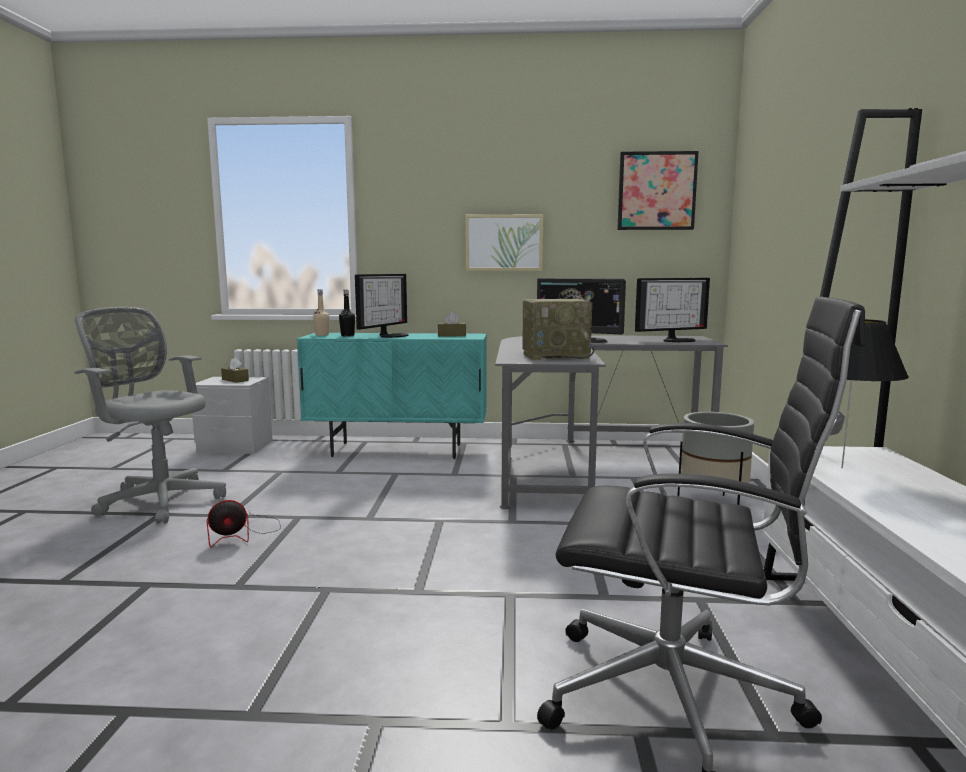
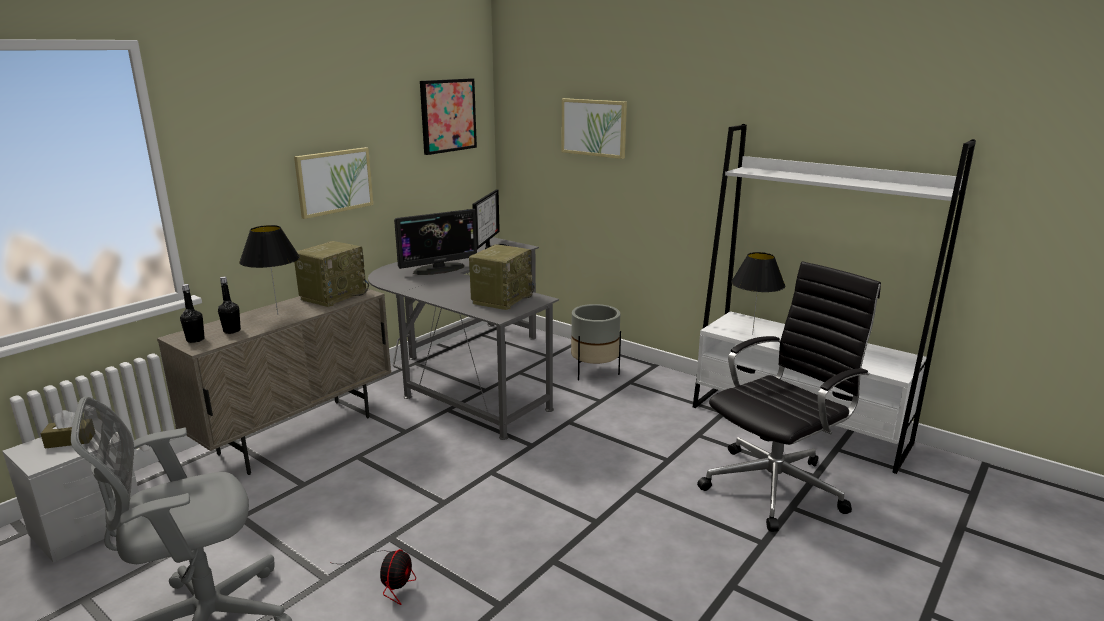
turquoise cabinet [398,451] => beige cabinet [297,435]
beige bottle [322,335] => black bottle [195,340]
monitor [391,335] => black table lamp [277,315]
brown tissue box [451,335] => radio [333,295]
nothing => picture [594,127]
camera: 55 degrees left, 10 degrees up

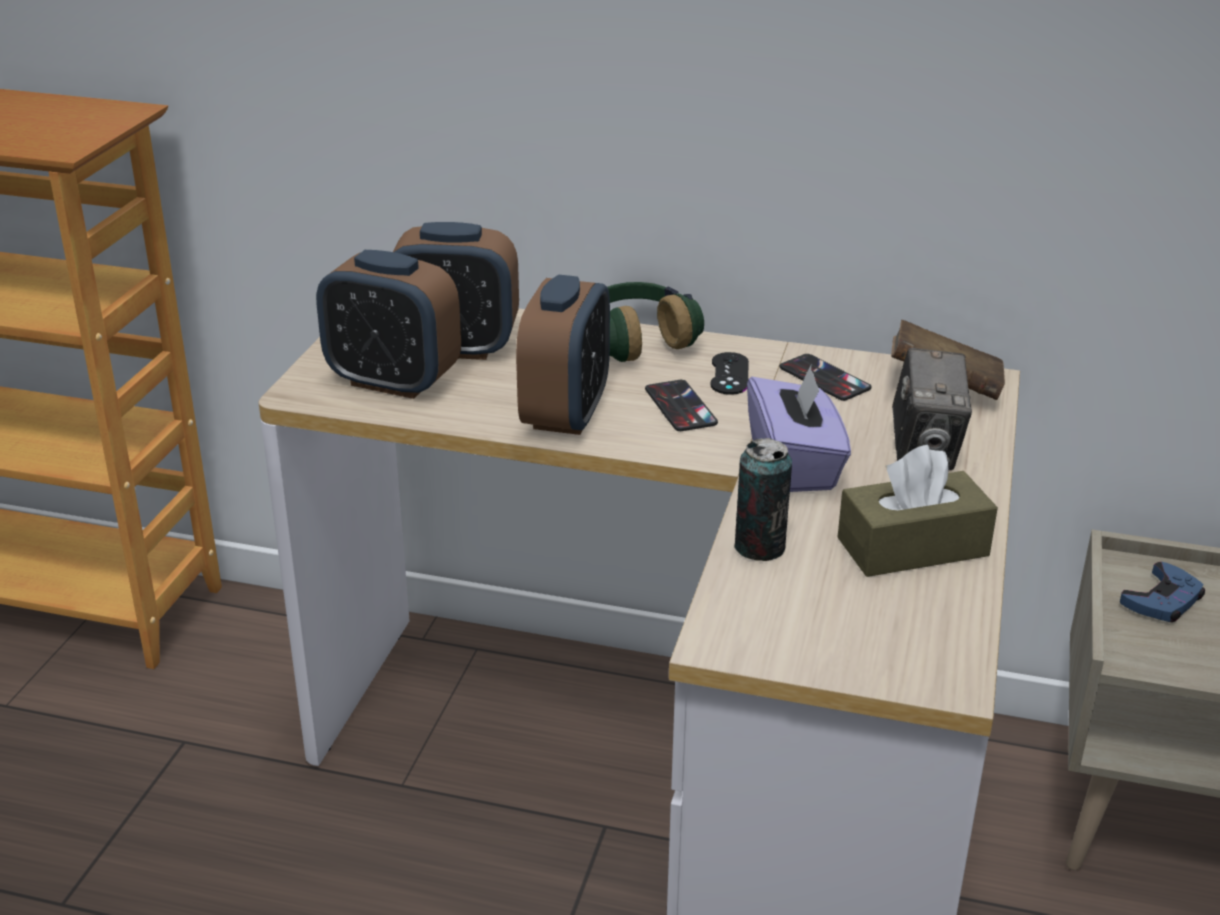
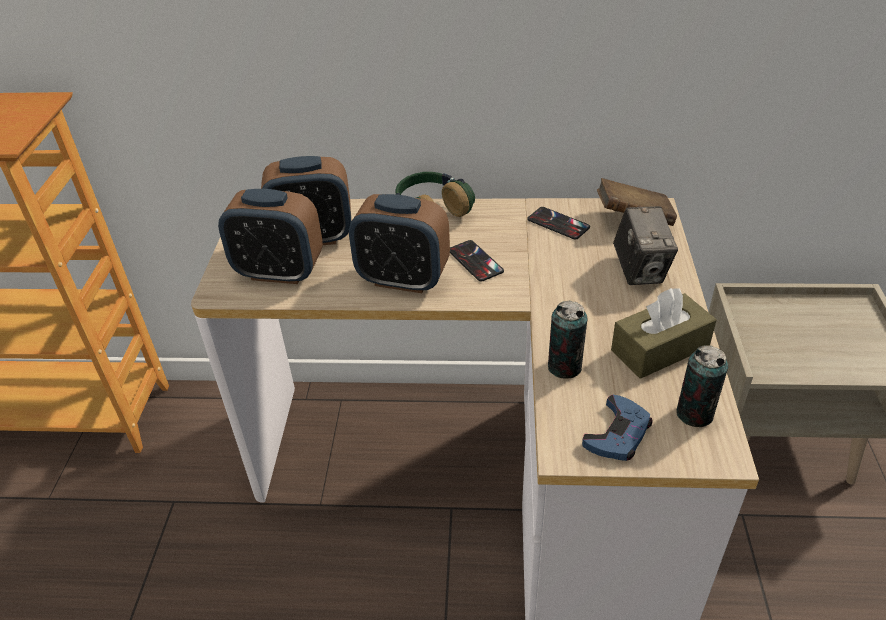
alarm clock [566,414] => alarm clock [403,279], 105 degrees clockwise
blue game controller [1162,600] => blue game controller [618,434], relocated
nothing => can [694,414]
black game controller [729,374] => nothing
purple tissue box [794,465] => nothing
camera: 10 degrees left, 10 degrees up

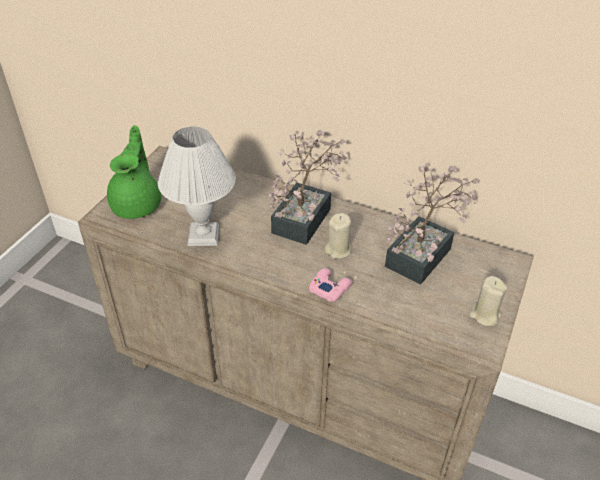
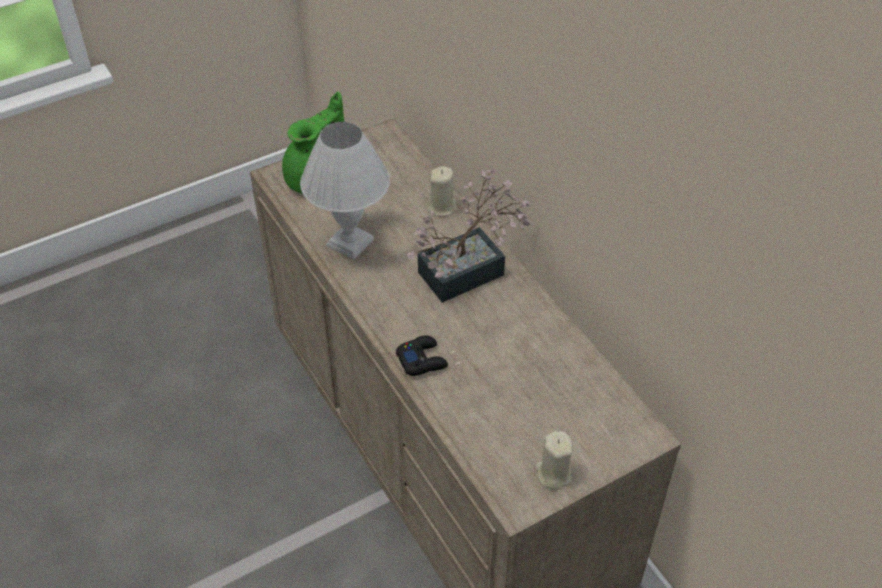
pink game controller [330,288] => black game controller [422,360]
beige candle [338,250] => beige candle [442,207], relocated
potted plant [423,253] => nothing
camera: 35 degrees right, 5 degrees up

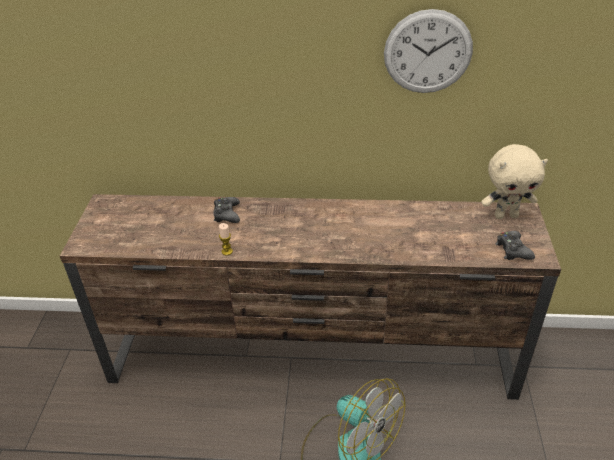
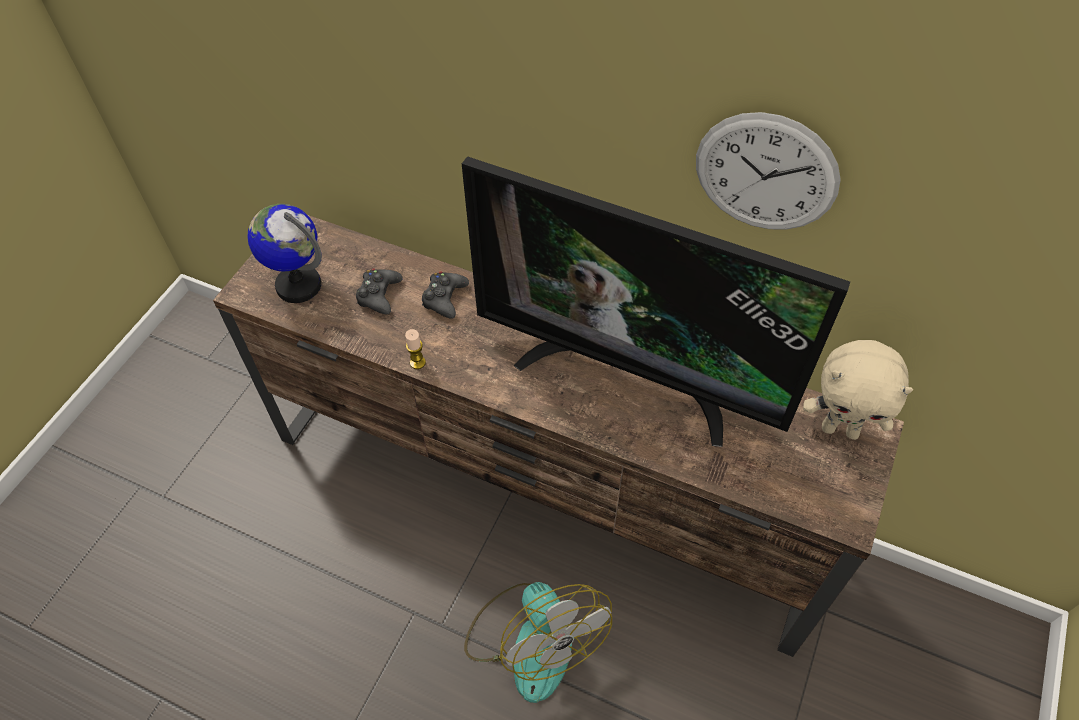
nothing => globe [298,285]
black game controller [513,250] => black game controller [379,295], relocated
nothing => television [630,375]
camera: 20 degrees right, 15 degrees up

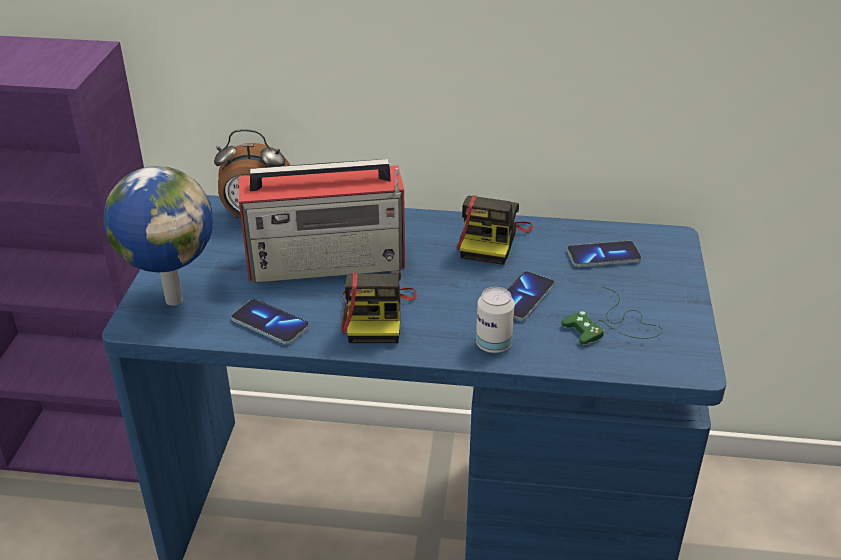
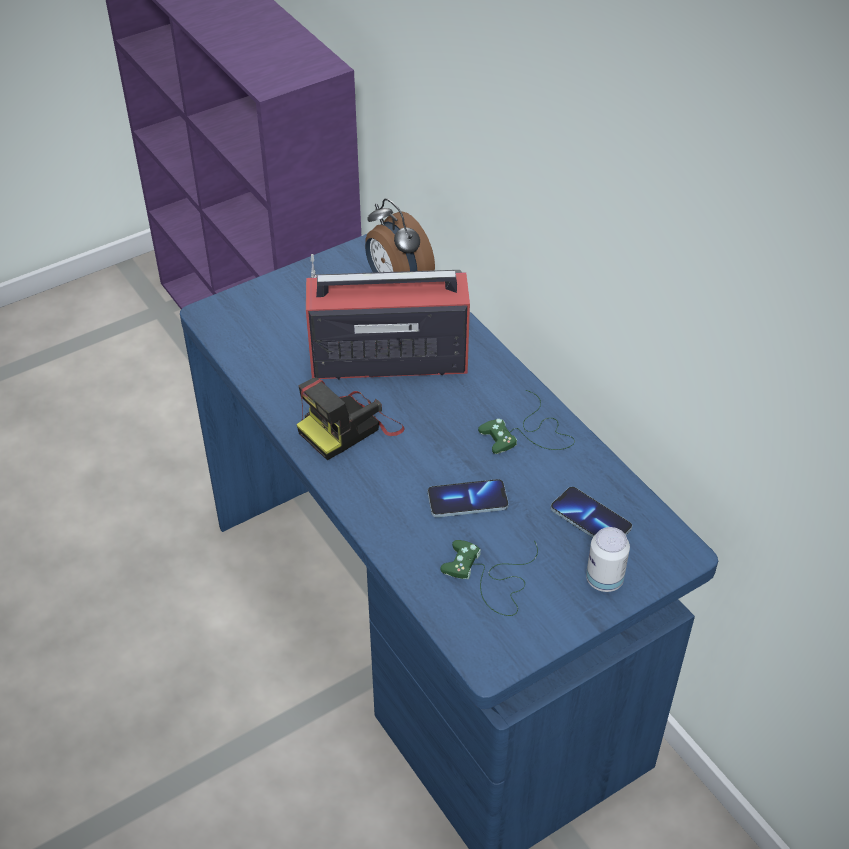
radio [329,262] => radio [386,359], 135 degrees clockwise
photo camera [492,240] => green game controller [529,433]
can [493,345] => can [604,579], relocated
globe [173,299] => nothing
phone [270,324] => nothing
camera: 50 degrees right, 10 degrees up

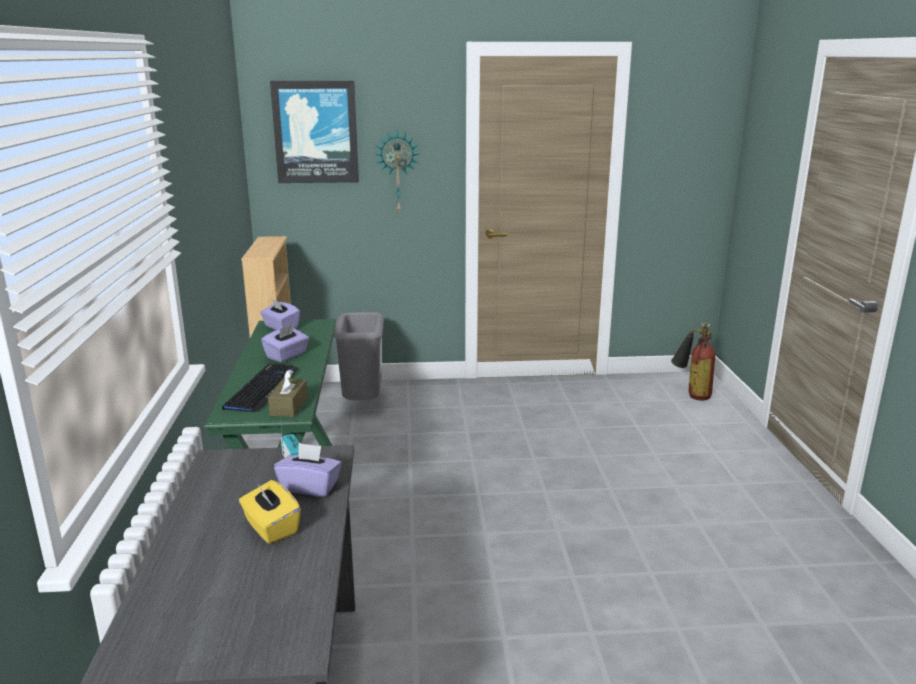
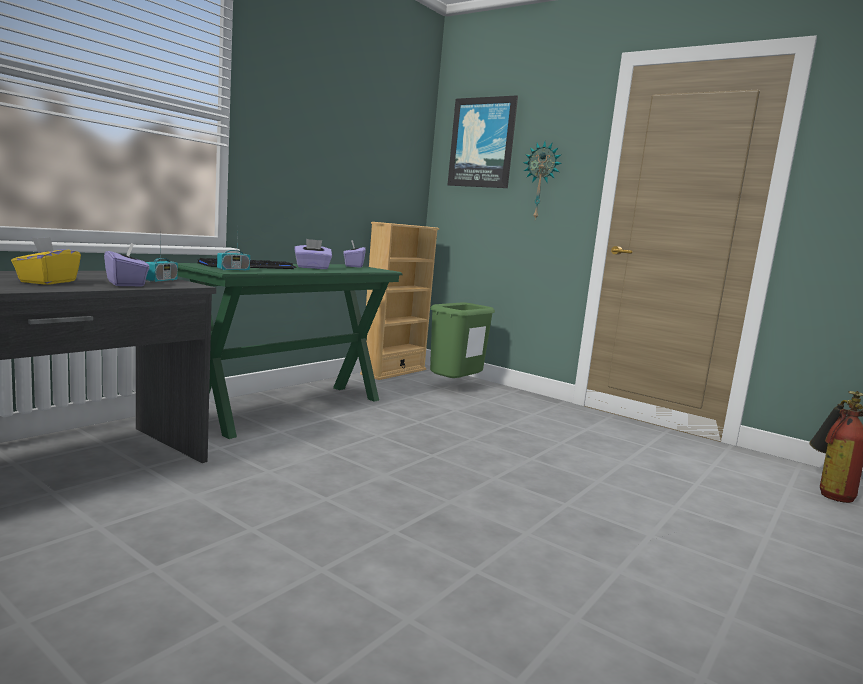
brown tissue box [289,406] => radio [233,270]
grey trash can [363,405] => green trash can [455,388]
camera: 40 degrees right, 10 degrees down

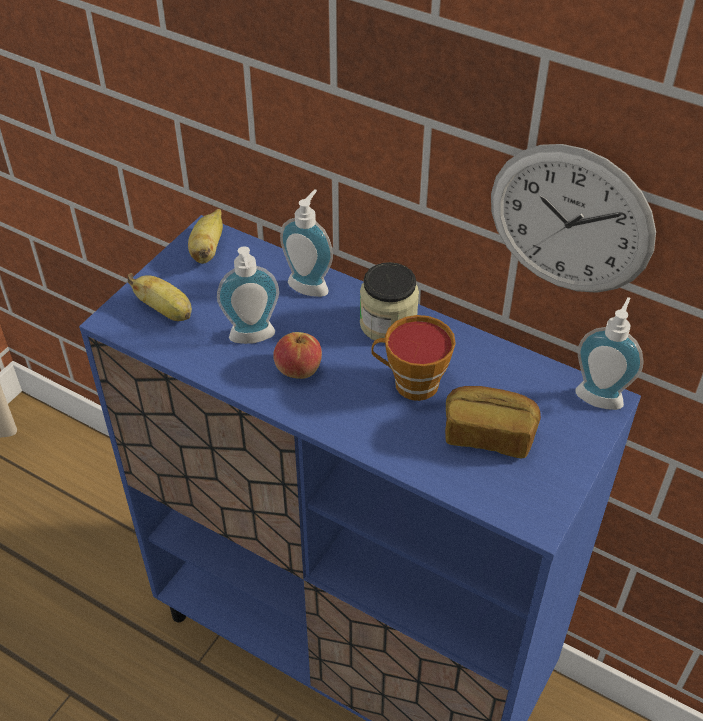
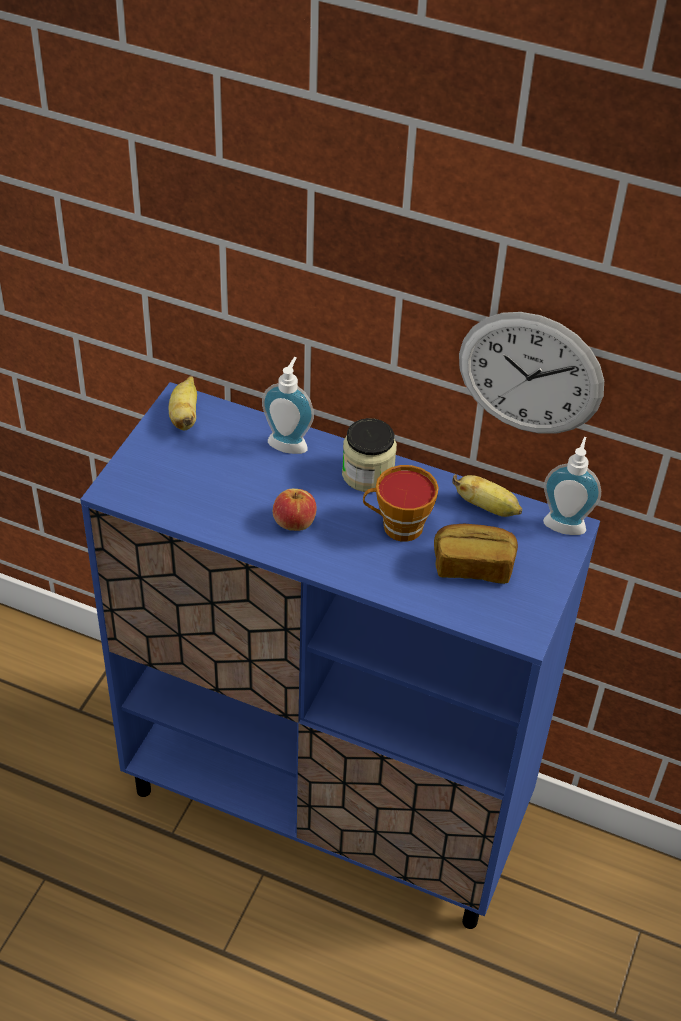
banana [166,311] => banana [487,507], relocated
soap dispenser [253,339] => nothing
camera: 10 degrees left, 0 degrees up

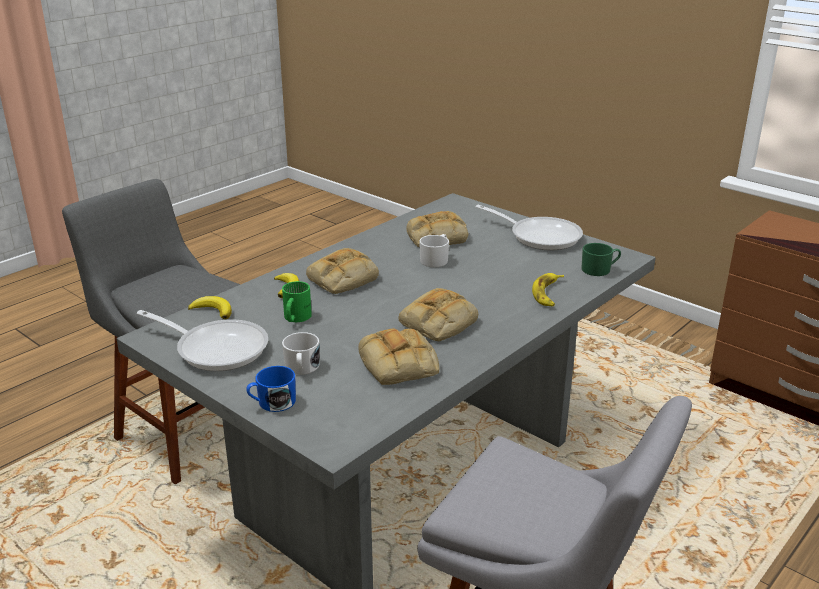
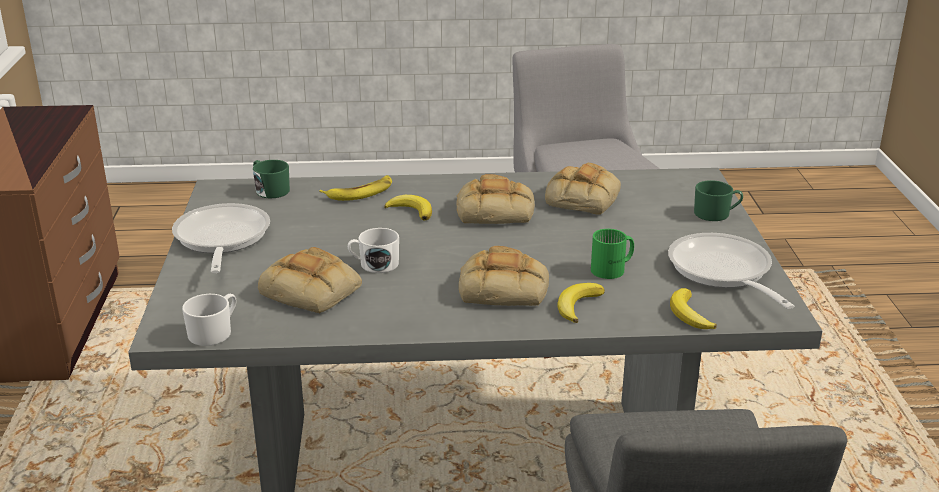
white mug [302,368] => white mug [214,332], relocated
nothing => banana [411,211]
blue mug [272,403] => green mug [716,214]
camera: 135 degrees left, 0 degrees up

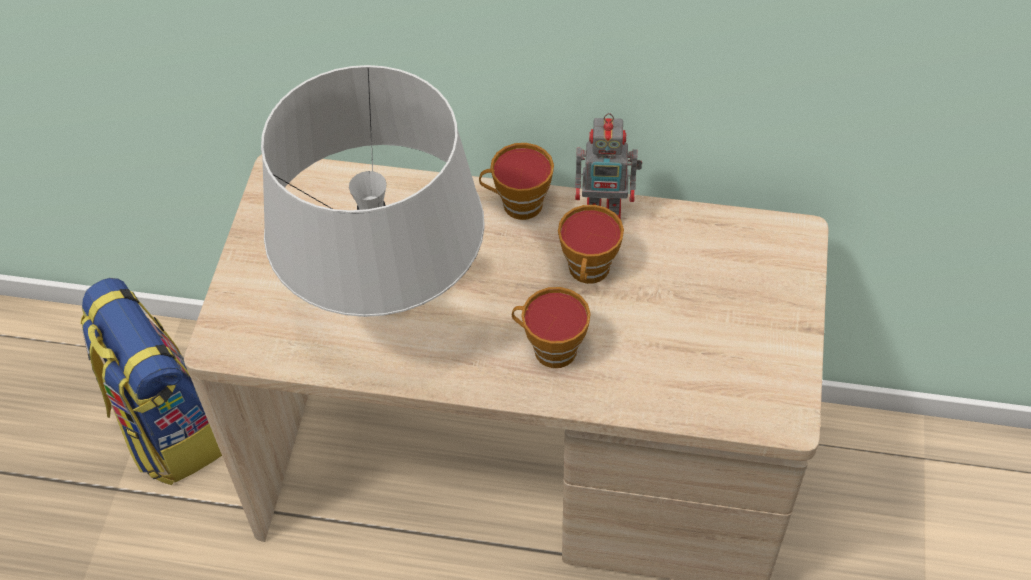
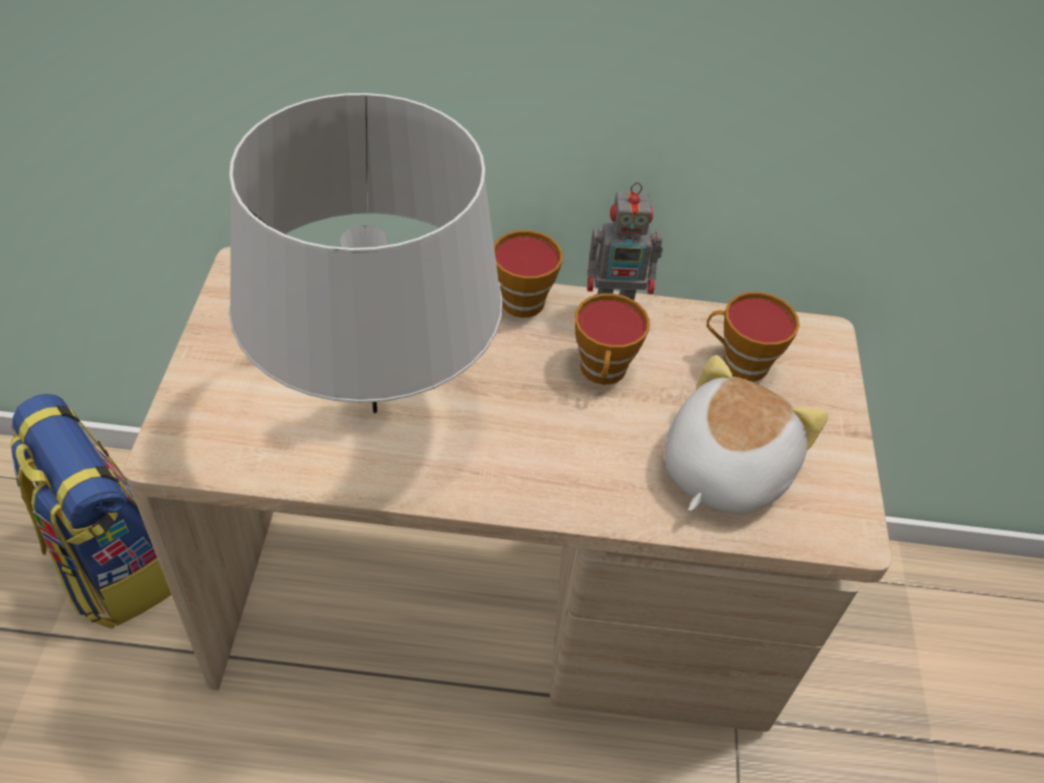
nothing => plush toy [722,469]
cup [549,349] => cup [739,363], relocated
camera: 10 degrees left, 5 degrees down

